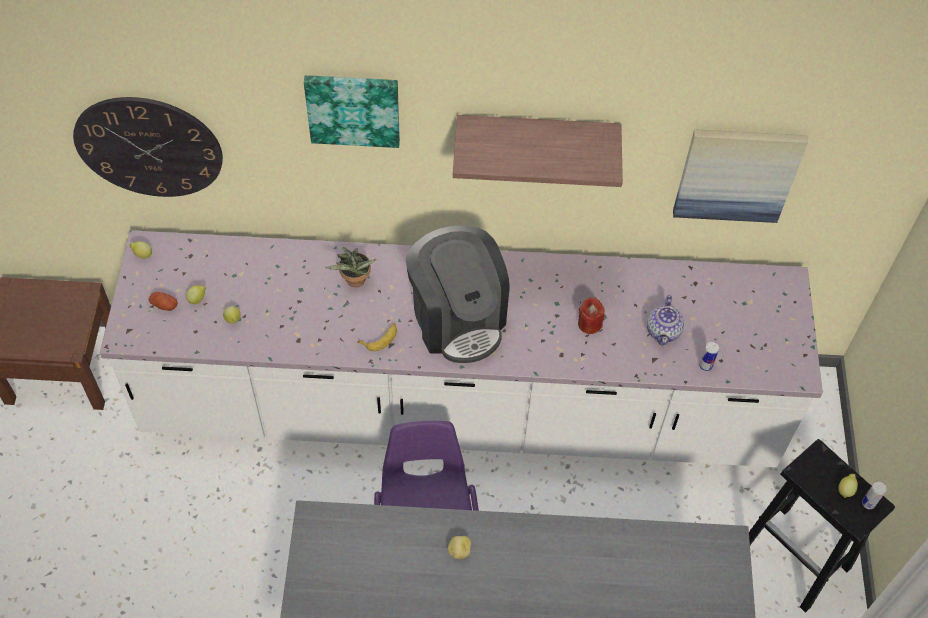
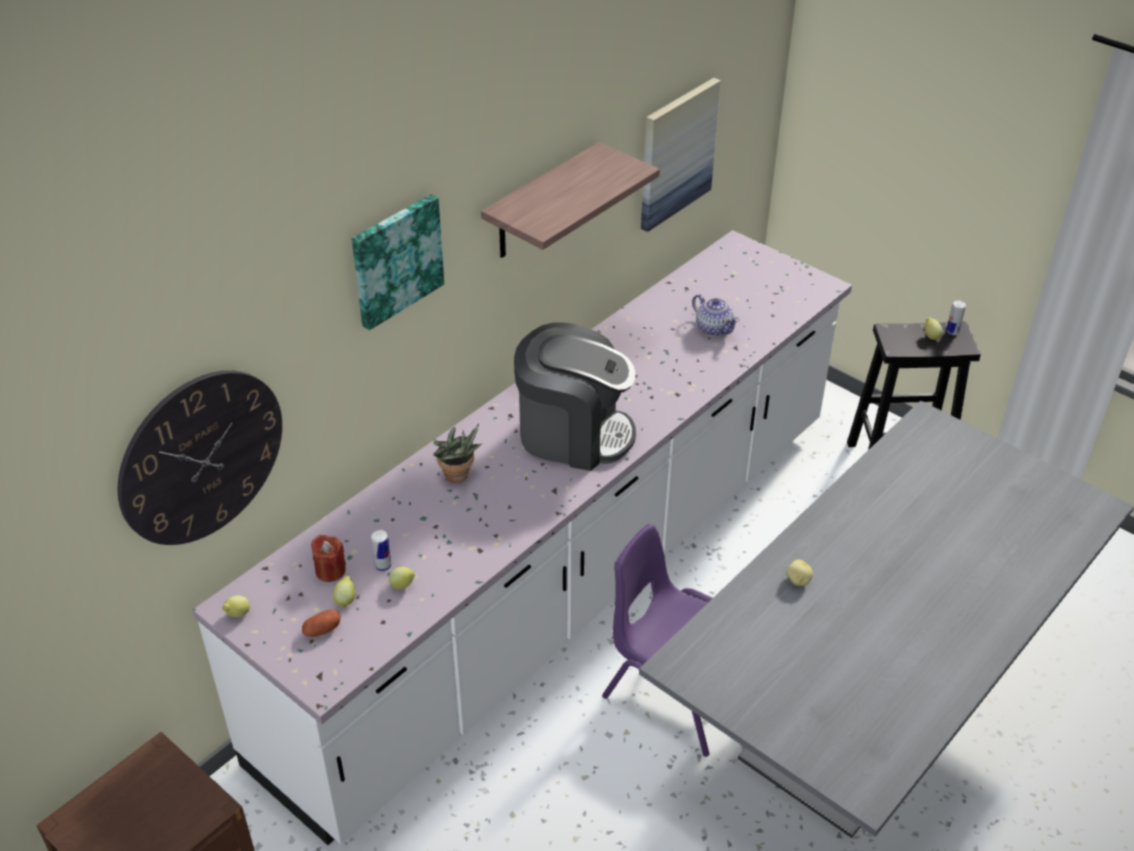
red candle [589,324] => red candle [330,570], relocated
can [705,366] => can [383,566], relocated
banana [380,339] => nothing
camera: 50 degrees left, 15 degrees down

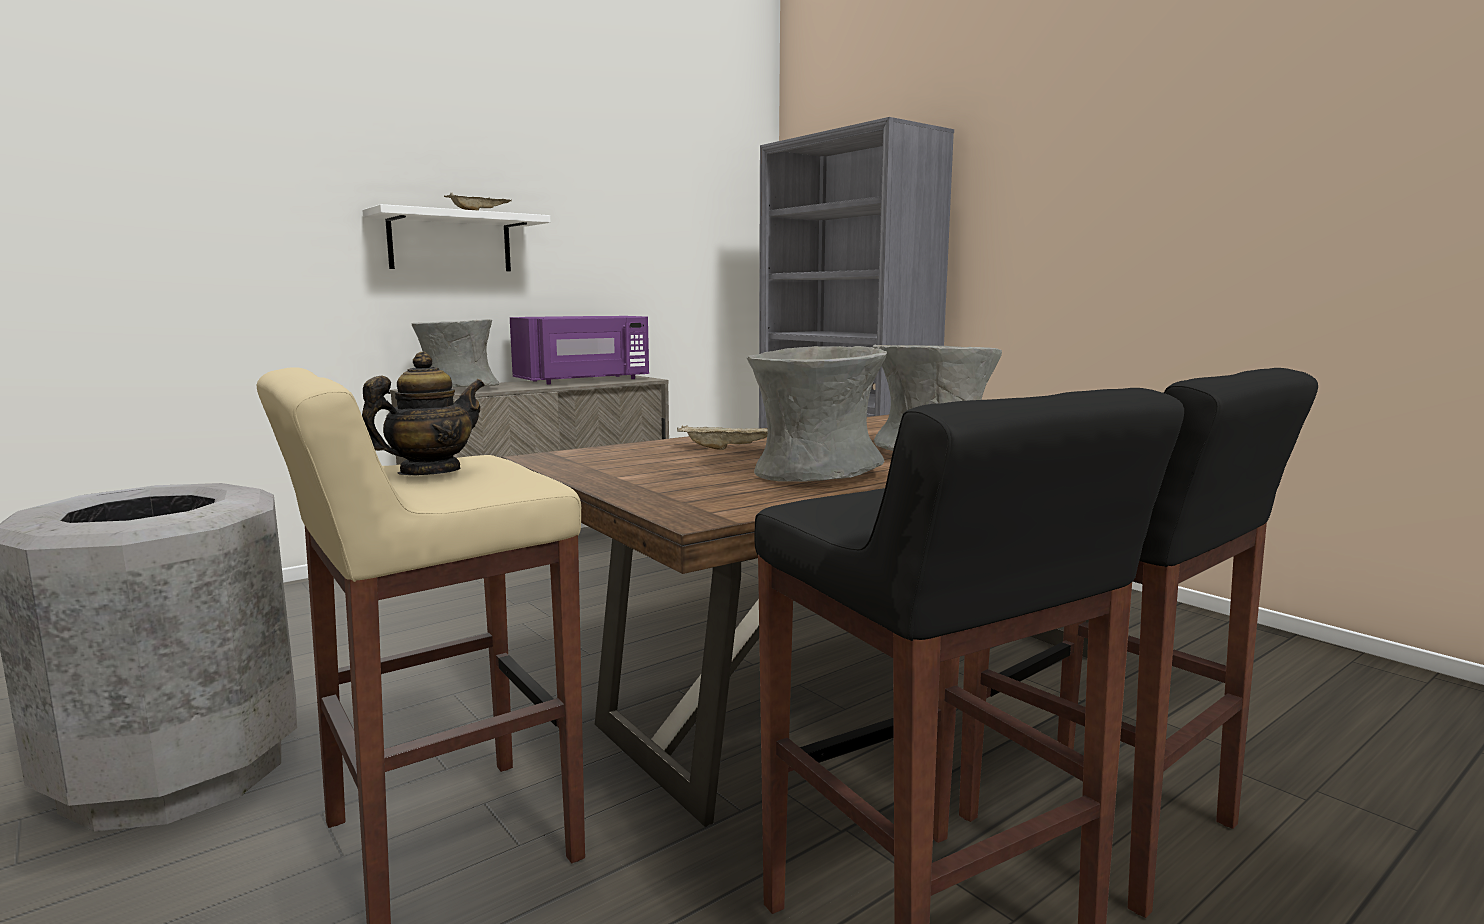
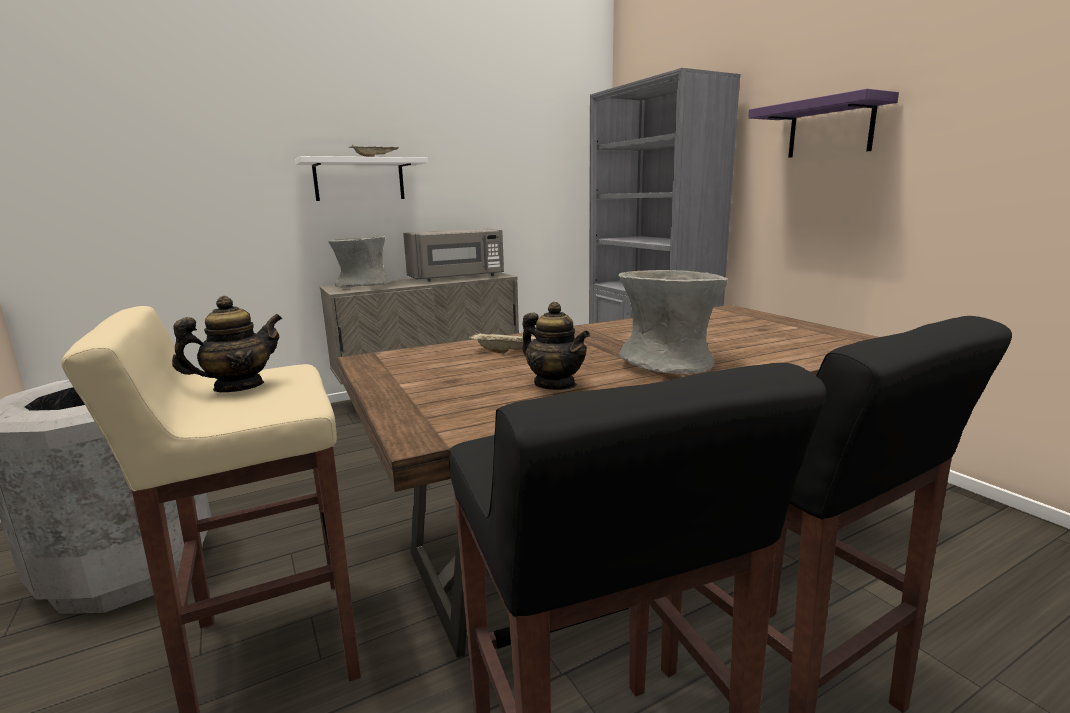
purple microwave [585,380] => grey microwave [457,277]
grey vase [814,473] => teapot [555,384]
nothing => purple shelf [830,128]
camera: 10 degrees right, 5 degrees up

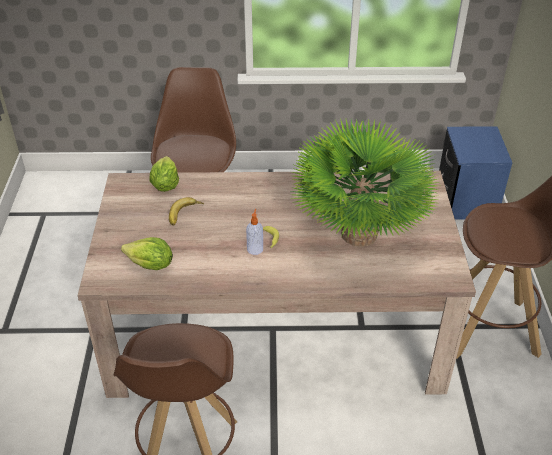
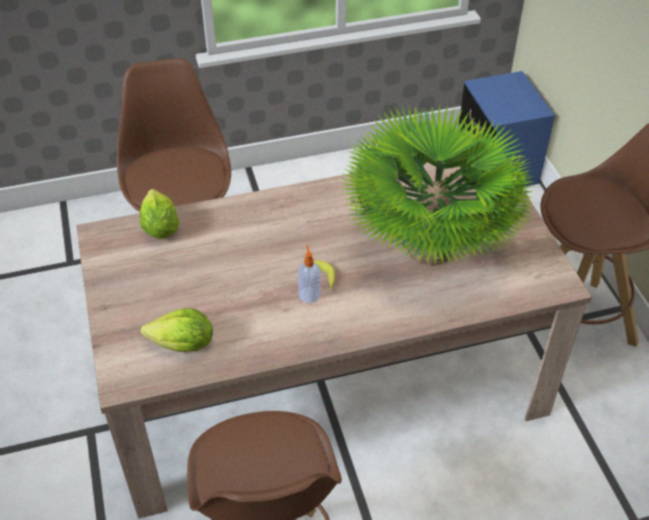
banana [185,214] => nothing
camera: 15 degrees left, 5 degrees up

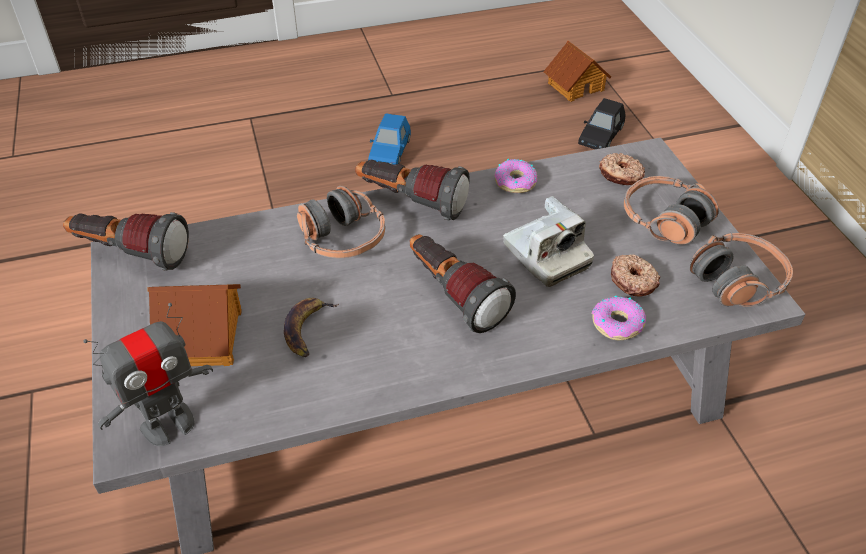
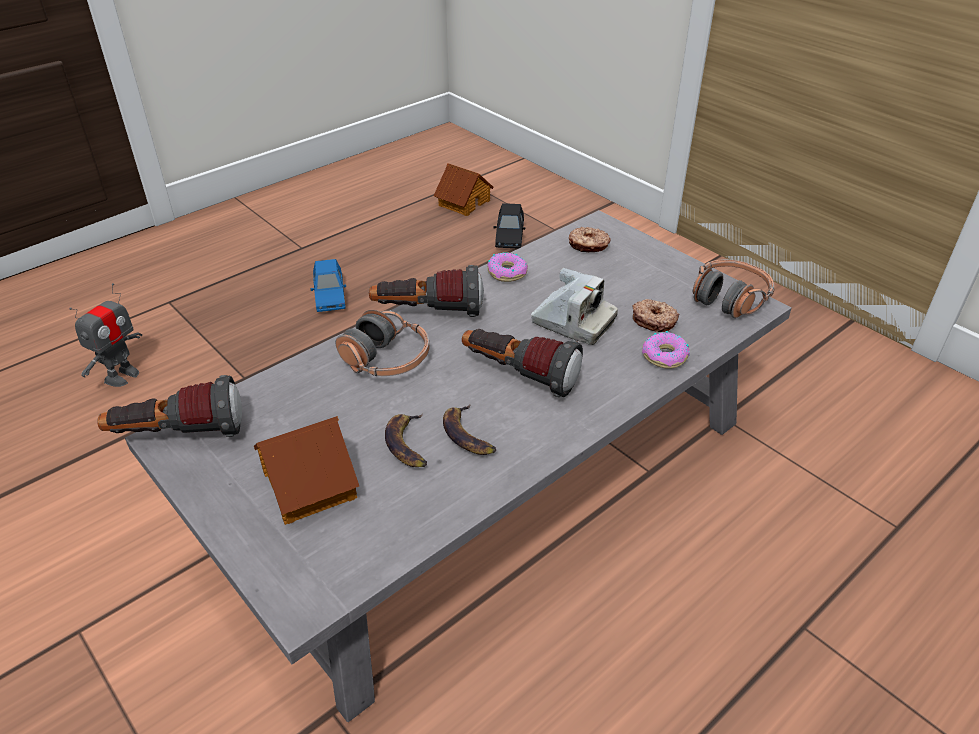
toy robot [168,424] => toy robot [122,376], relocated
nothing => banana [468,435]
headphones [664,220] => nothing
camera: 25 degrees left, 5 degrees down

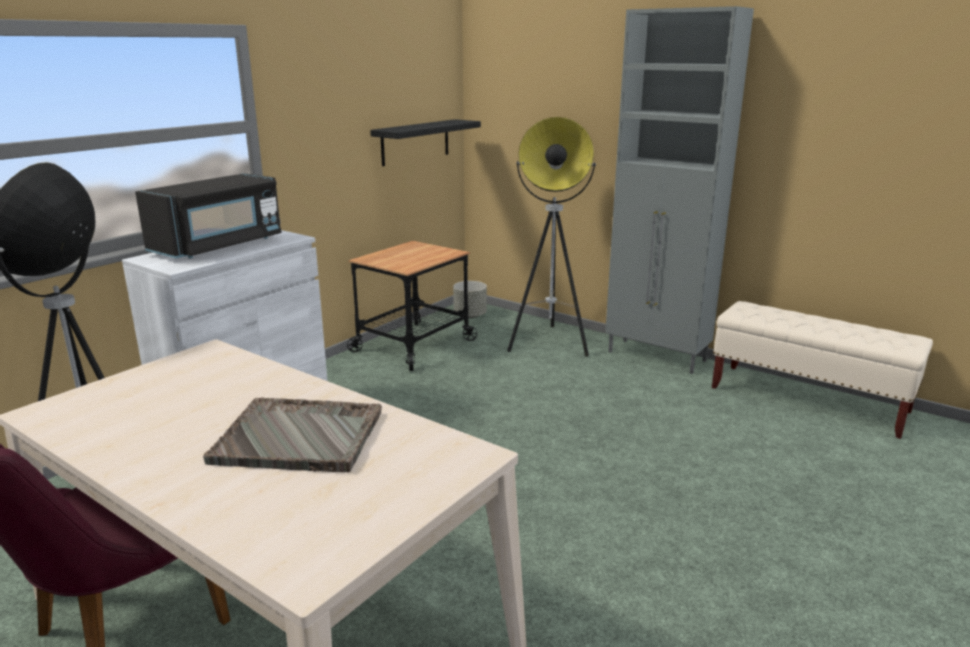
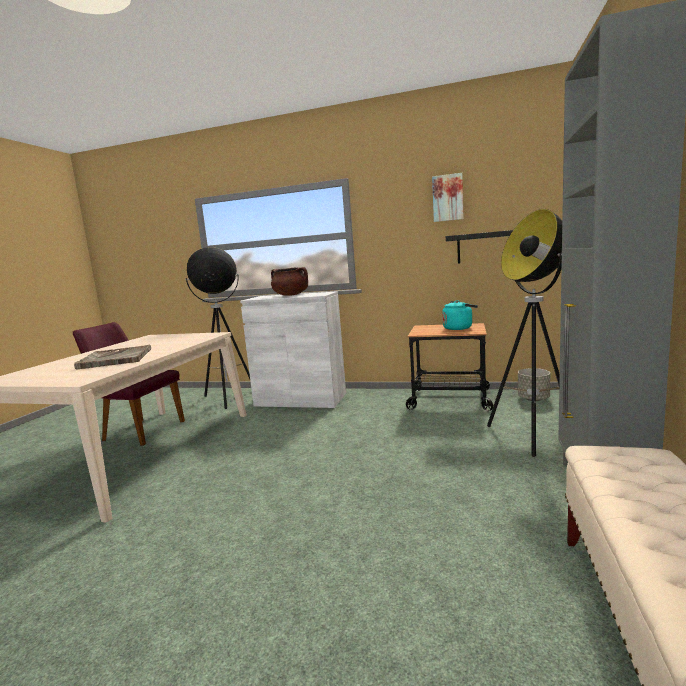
black microwave [219,246] => brown cooking pot [291,295]
nothing => picture [447,198]
nothing => turquoise kettle [459,328]
camera: 70 degrees right, 10 degrees down

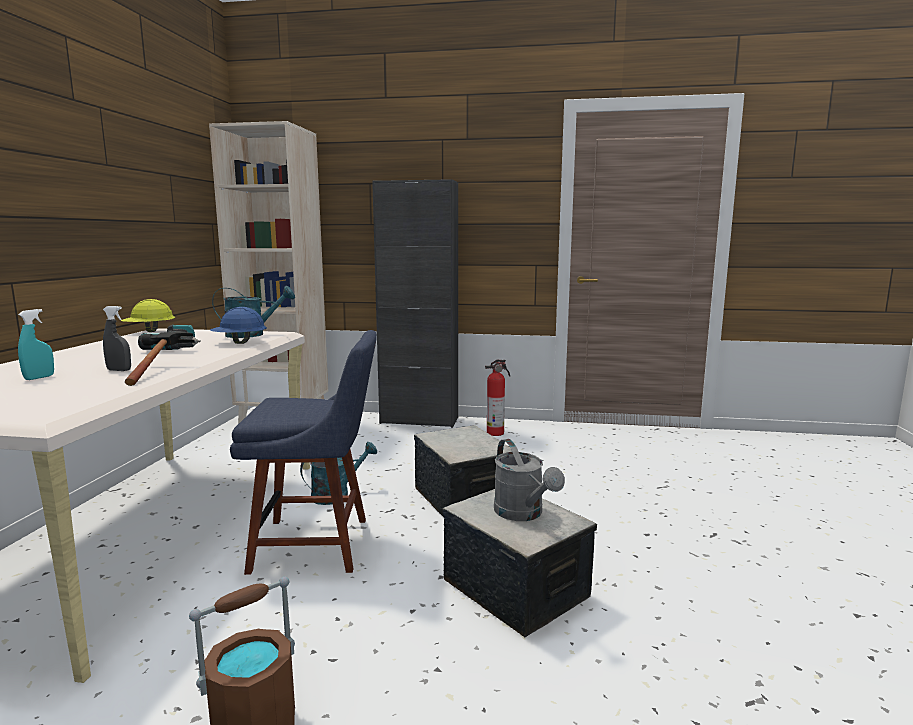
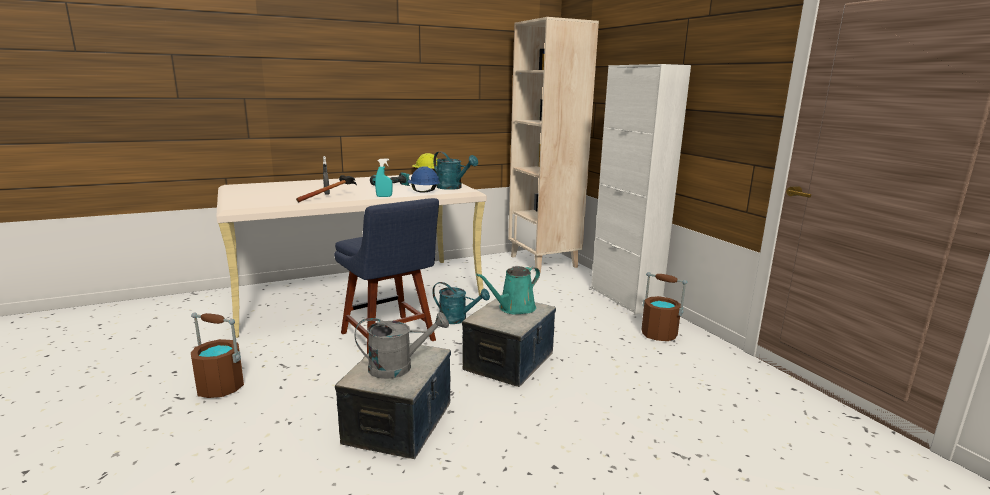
grey watering can [523,514] => grey watering can [399,367], 135 degrees counterclockwise
turquoise spray bottle [39,377] => turquoise spray bottle [384,196], relocated
nothing => turquoise watering can [514,308]
black cabinet [419,420] => white cabinet [624,298]
fire extinguisher [496,433] => brown bucket [659,334]
camera: 55 degrees right, 5 degrees up

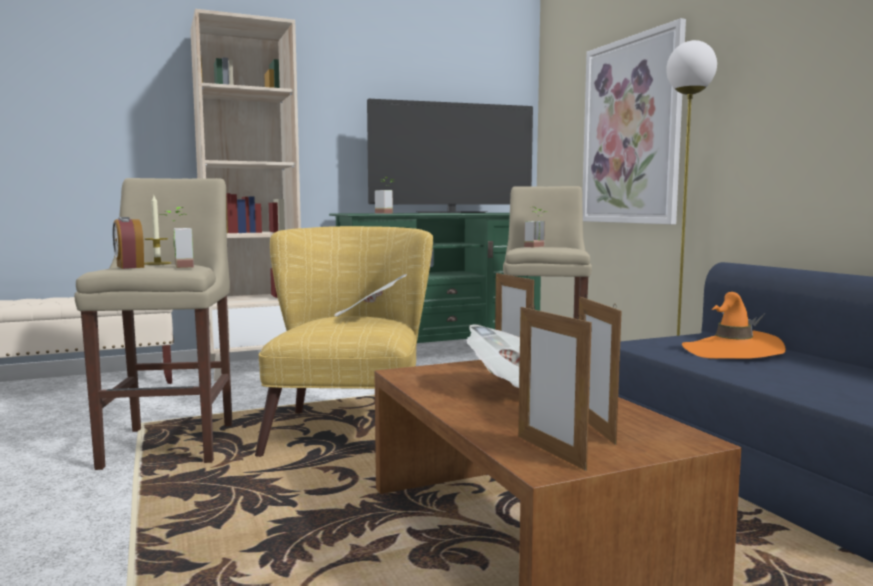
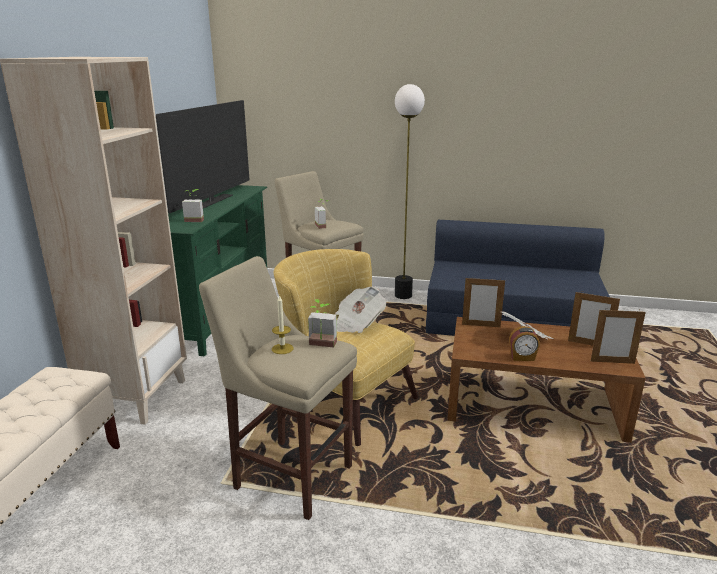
alarm clock [129,267] => alarm clock [522,357], relocated
picture [631,131] => nothing
orange hat [731,351] => nothing
camera: 55 degrees left, 15 degrees up

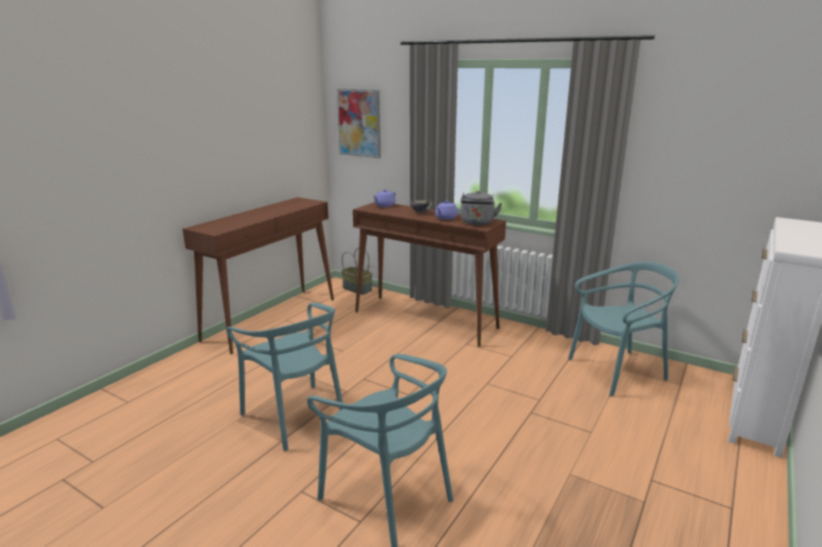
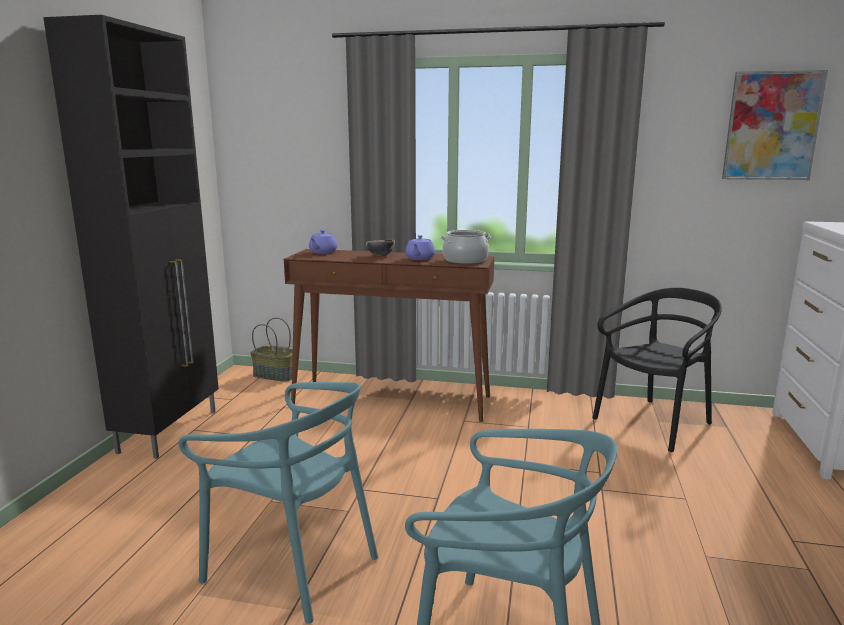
brown console table [272,318] => black cabinet [170,430]
grey kettle [477,223] => cooking pot [465,260]
turquoise chair [617,371] => black chair [654,423]
picture [359,123] => picture [772,126], relocated
camera: 20 degrees left, 5 degrees down

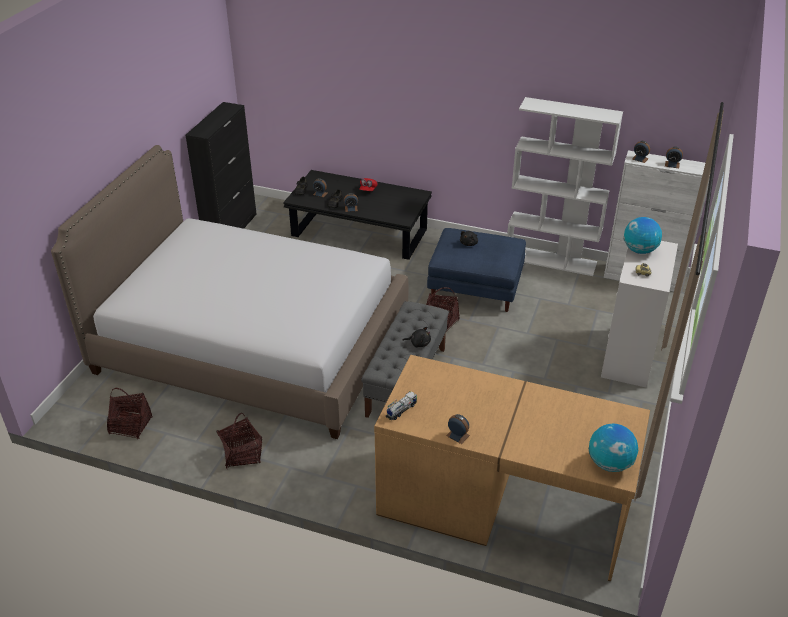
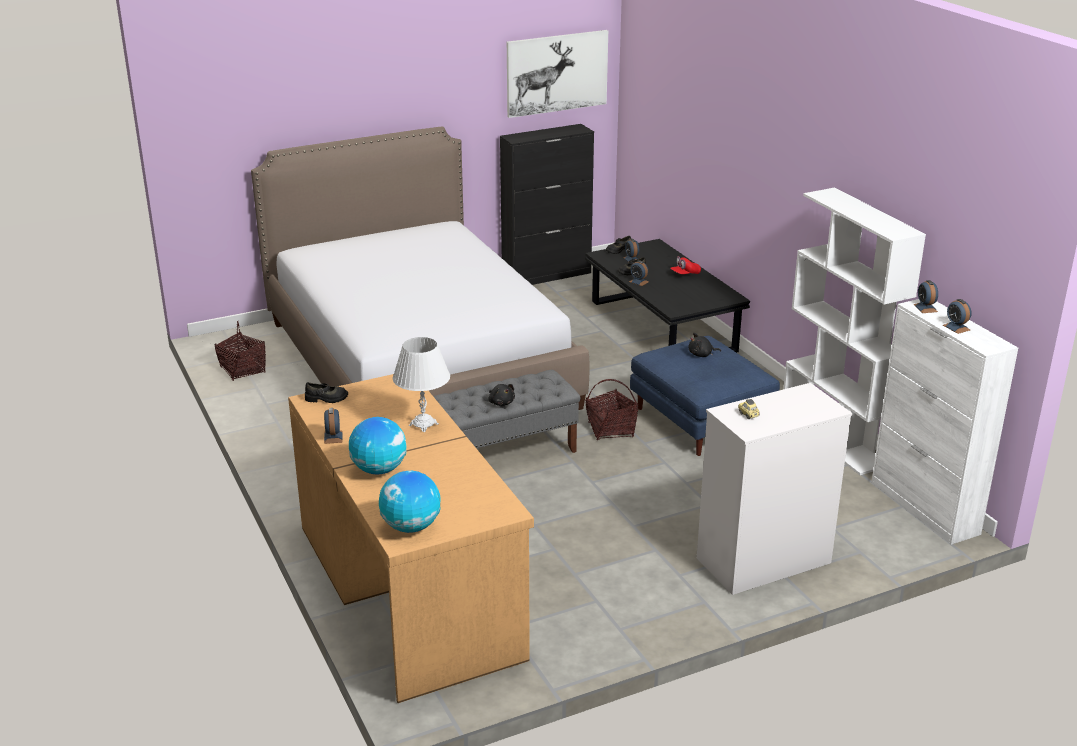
toy truck [401,410] => black shoe [326,399]
globe [639,250] => globe [379,469], relocated
nothing => white table lamp [423,424]
nothing => picture [557,73]
basket [242,454] => nothing
camera: 45 degrees right, 10 degrees down

